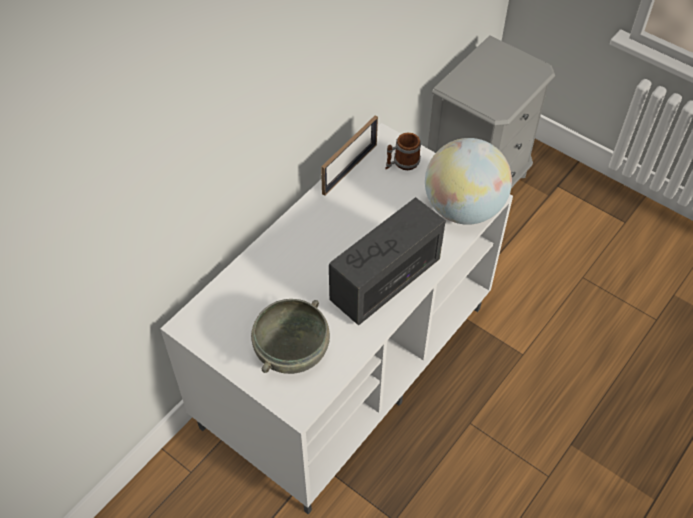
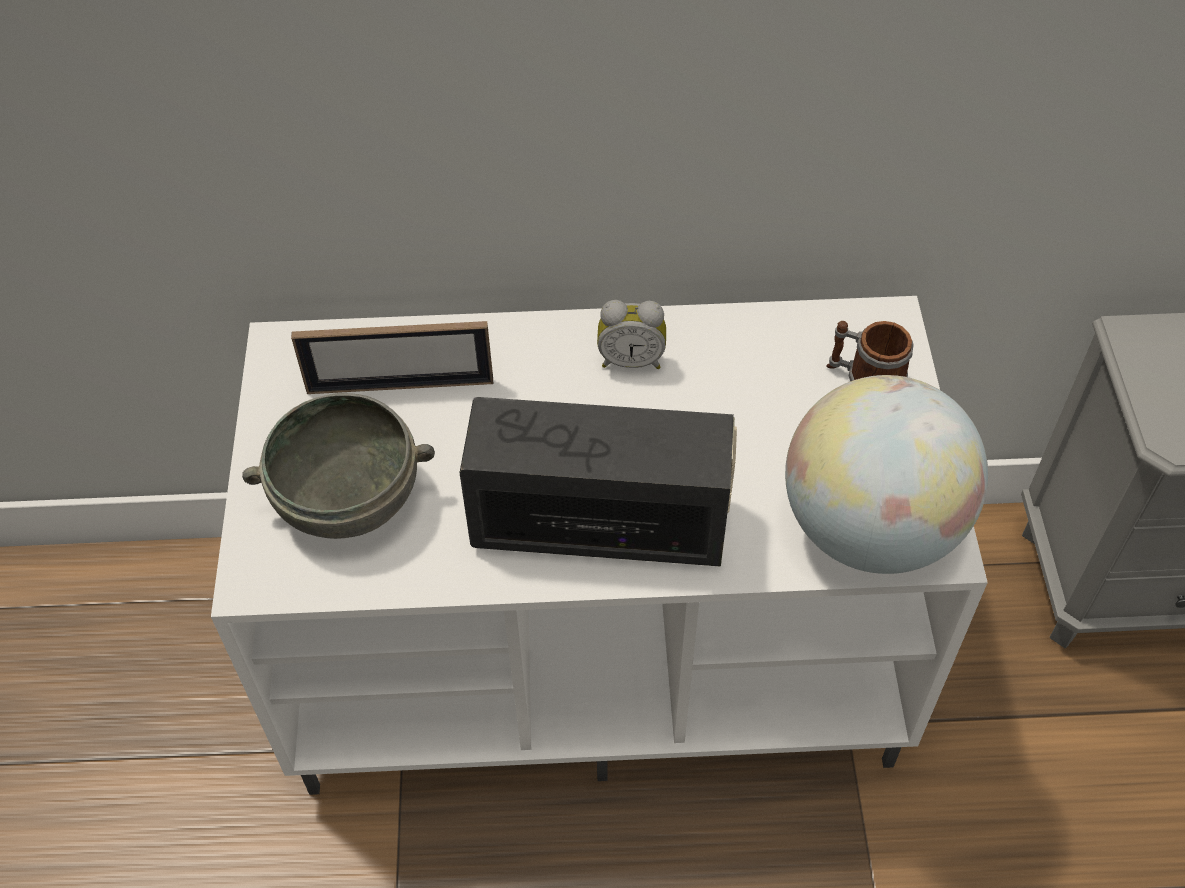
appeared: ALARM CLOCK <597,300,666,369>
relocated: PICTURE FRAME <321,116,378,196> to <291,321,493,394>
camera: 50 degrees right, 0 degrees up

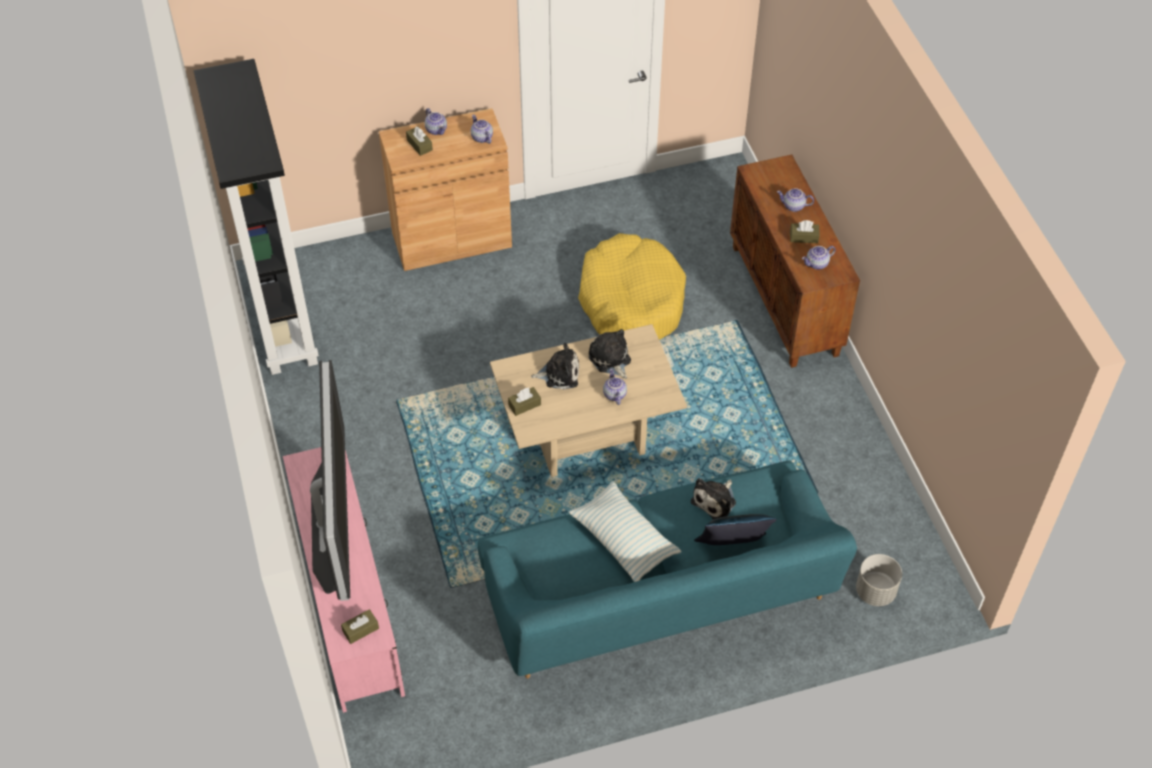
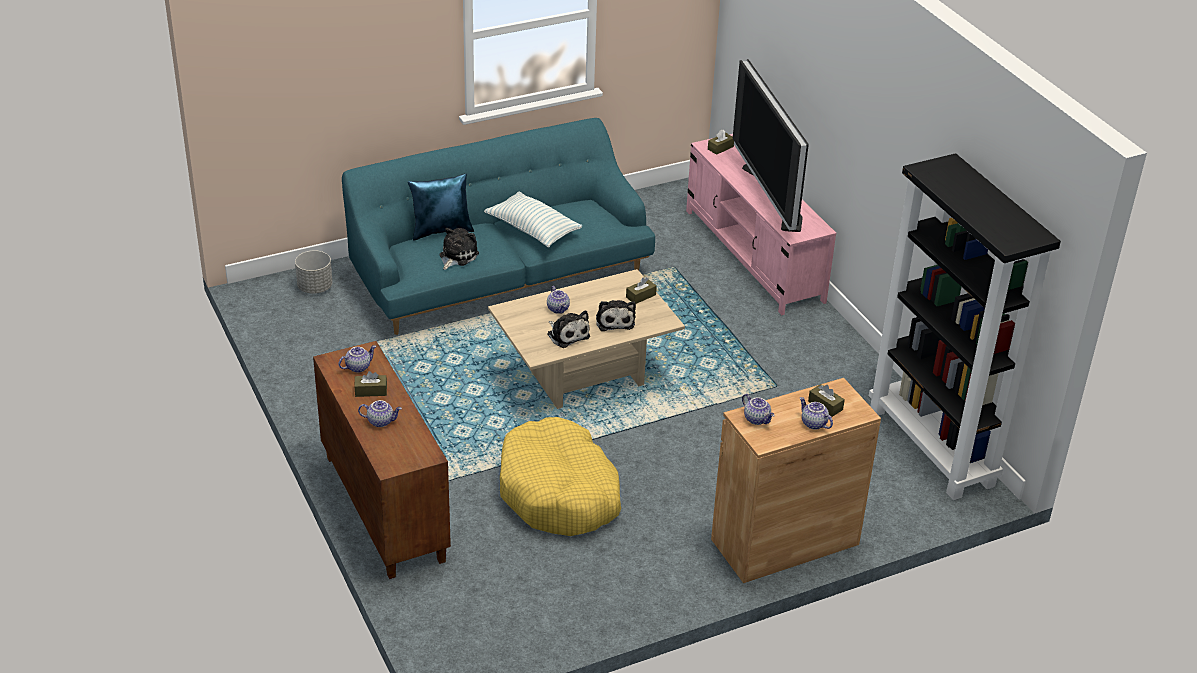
spun: PLUSH TOY <531,343,579,390> = <596,300,636,331> 90 degrees counterclockwise
camera: 170 degrees right, 15 degrees down

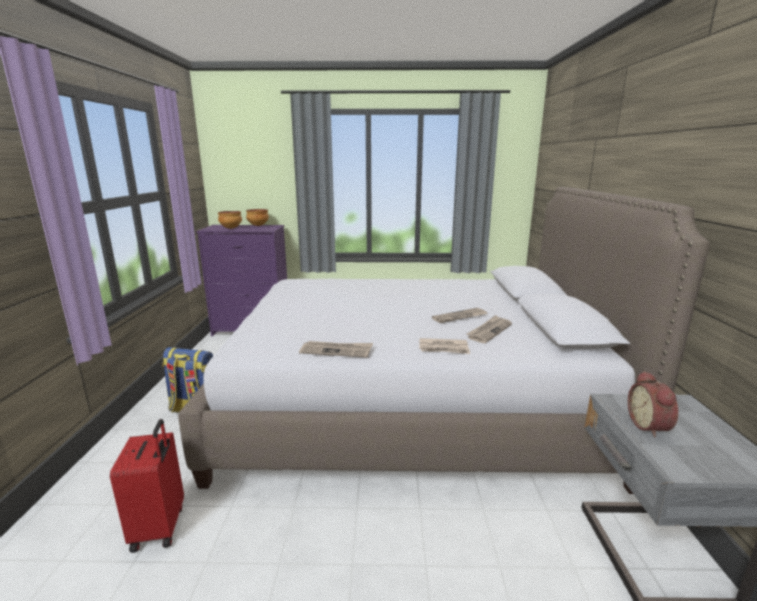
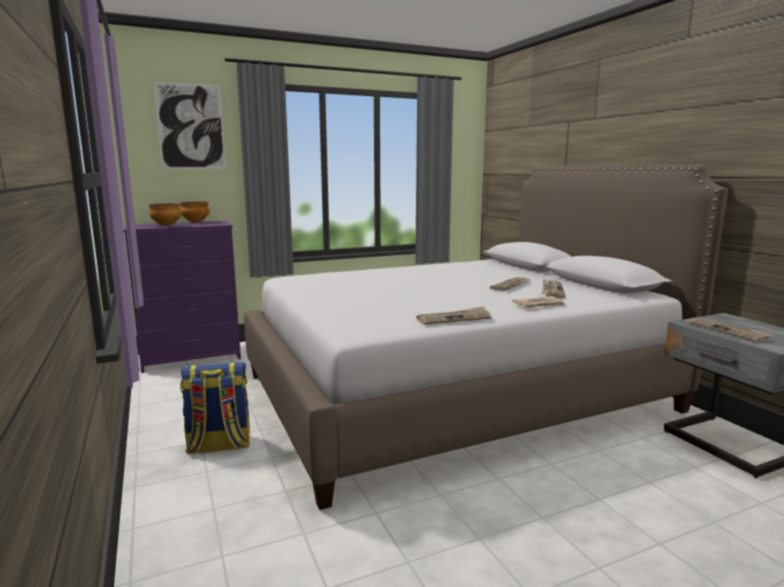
missing: RED SUITCASE <110,419,184,553>
appeared: PICTURE <153,81,226,169>
exchanged: ALARM CLOCK <628,371,678,438> to NEWSPAPER <689,318,774,342>
camera: 25 degrees left, 5 degrees down

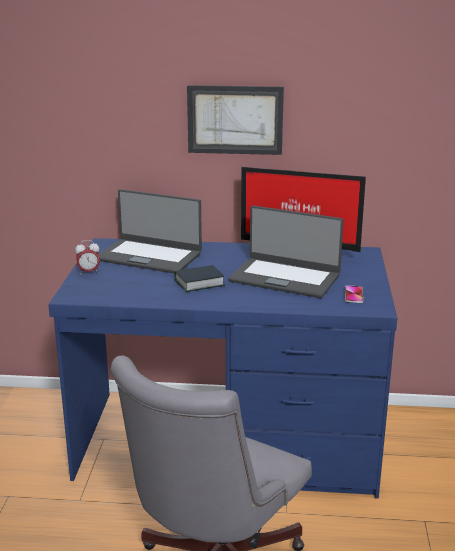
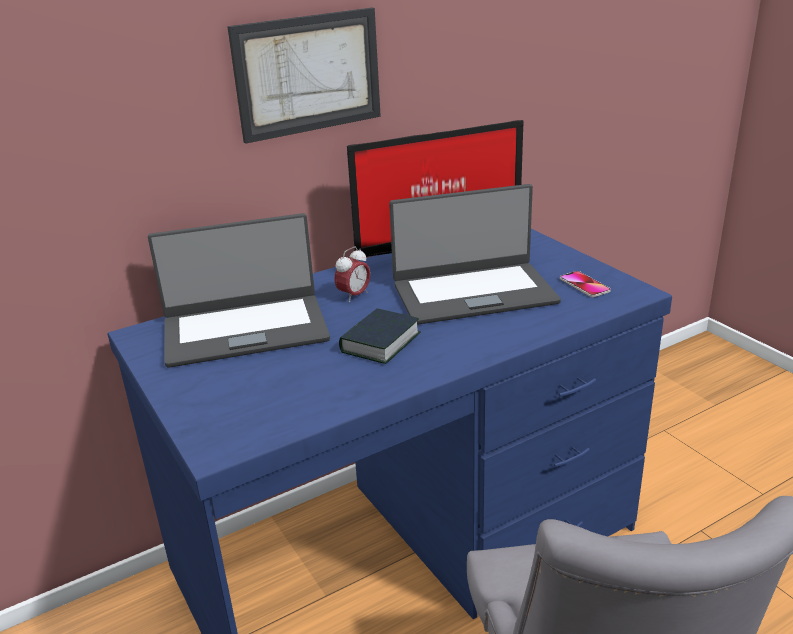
relocated: ALARM CLOCK <75,240,100,275> to <334,247,370,303>
camera: 35 degrees left, 5 degrees up

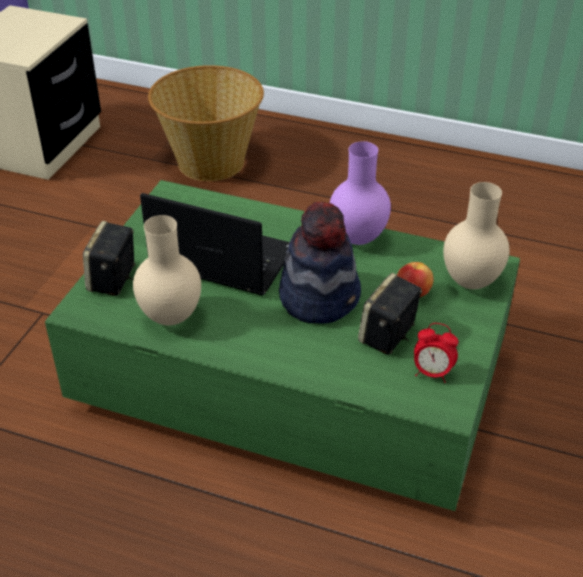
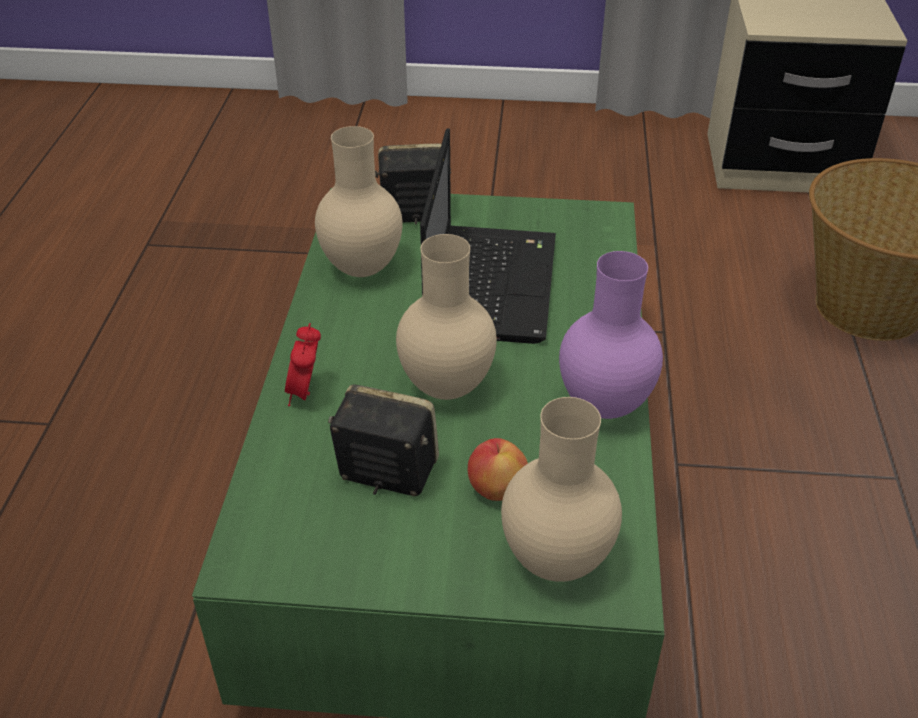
relocated: ALARM CLOCK <414,323,458,383> to <285,323,321,406>
exchanged: HAT <279,202,361,324> to BEIGE VASE <396,234,497,400>
camera: 75 degrees right, 0 degrees up

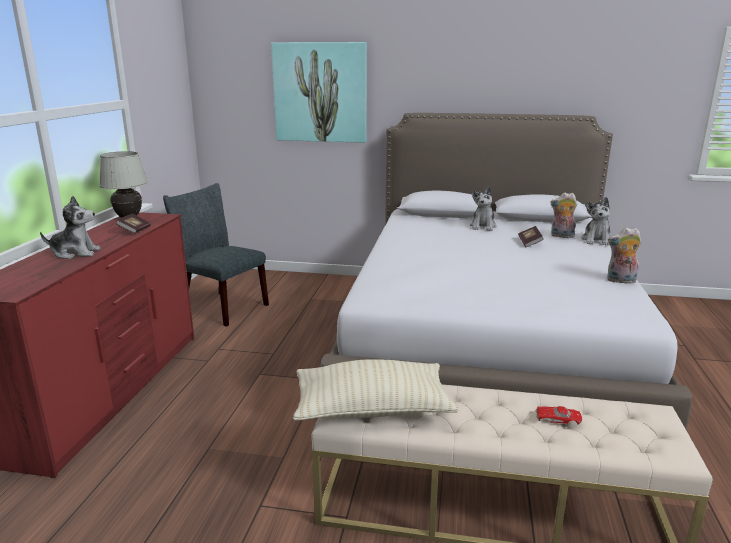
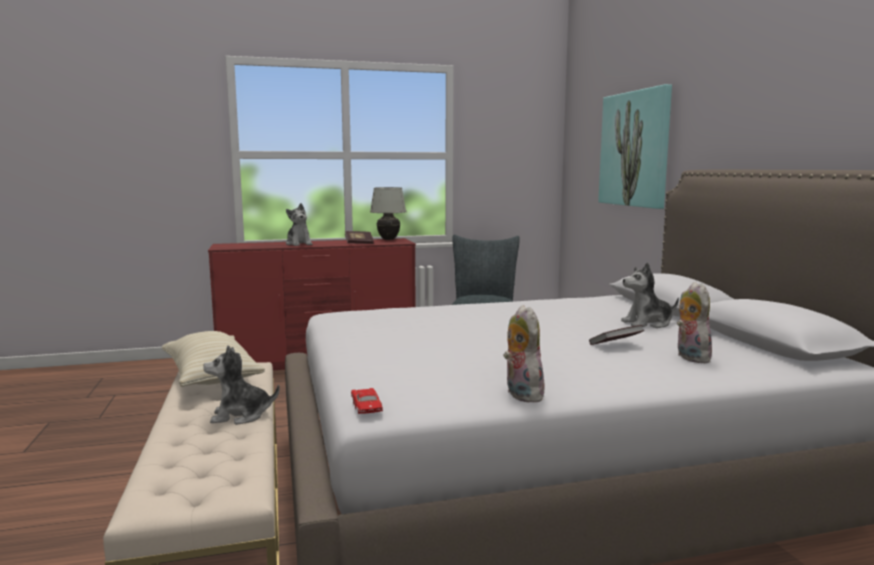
relocated: RED TOY CAR <536,406,582,425> to <351,388,383,414>; PLUSH TOY <582,197,610,246> to <203,345,280,425>
camera: 65 degrees right, 10 degrees down

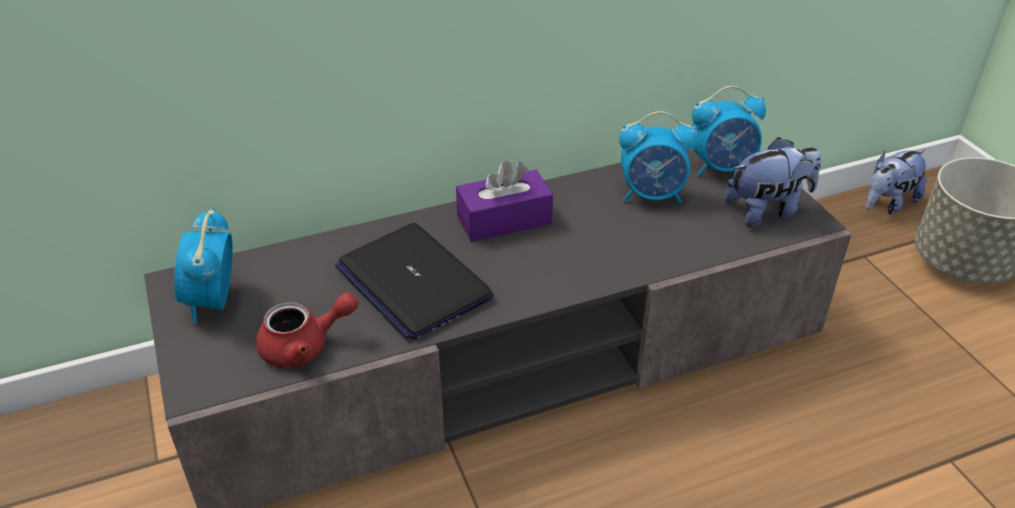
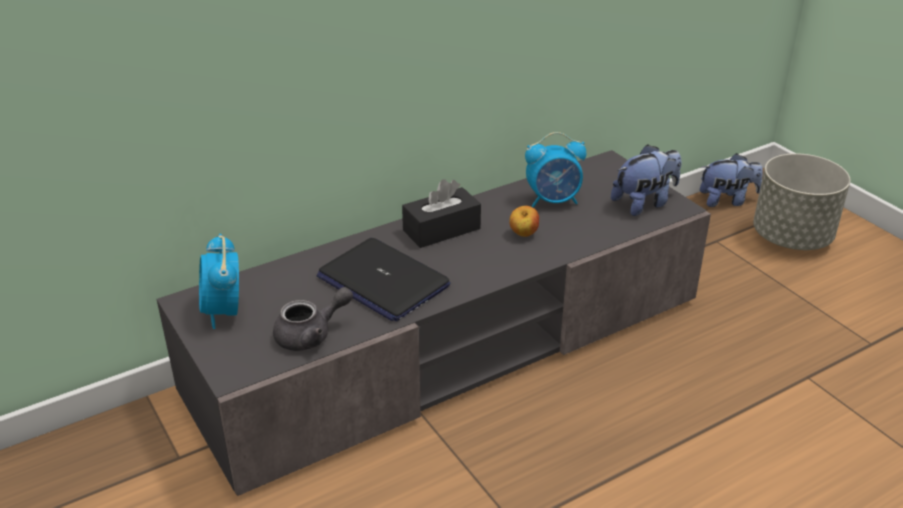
missing: ALARM CLOCK <692,86,766,177>
appeared: APPLE <509,206,539,237>
colour: RED TEAPOT <256,293,359,367> to GREY TEAPOT <273,287,353,351>; PURPLE TISSUE BOX <456,161,553,242> to BLACK TISSUE BOX <402,179,481,248>
spun: PLUSH TOY <866,150,927,215> = <700,153,763,207> 135 degrees counterclockwise
camera: 10 degrees left, 5 degrees down

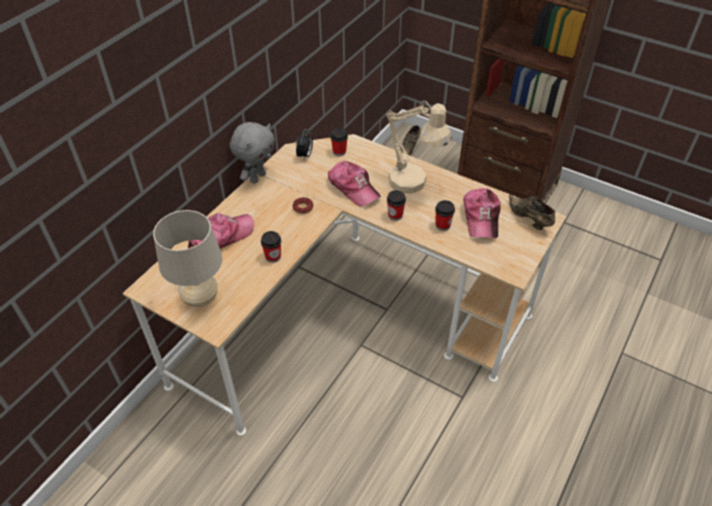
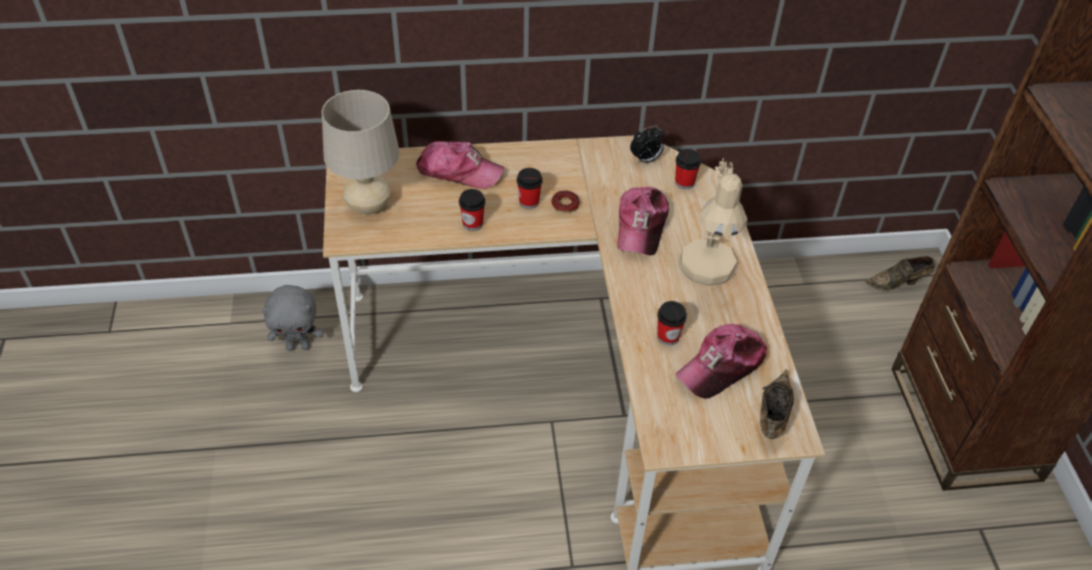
relocated: GREY PLUSH TOY <230,122,275,184> to <262,285,324,351>; CUP <387,190,406,221> to <517,168,543,209>
camera: 50 degrees right, 0 degrees up

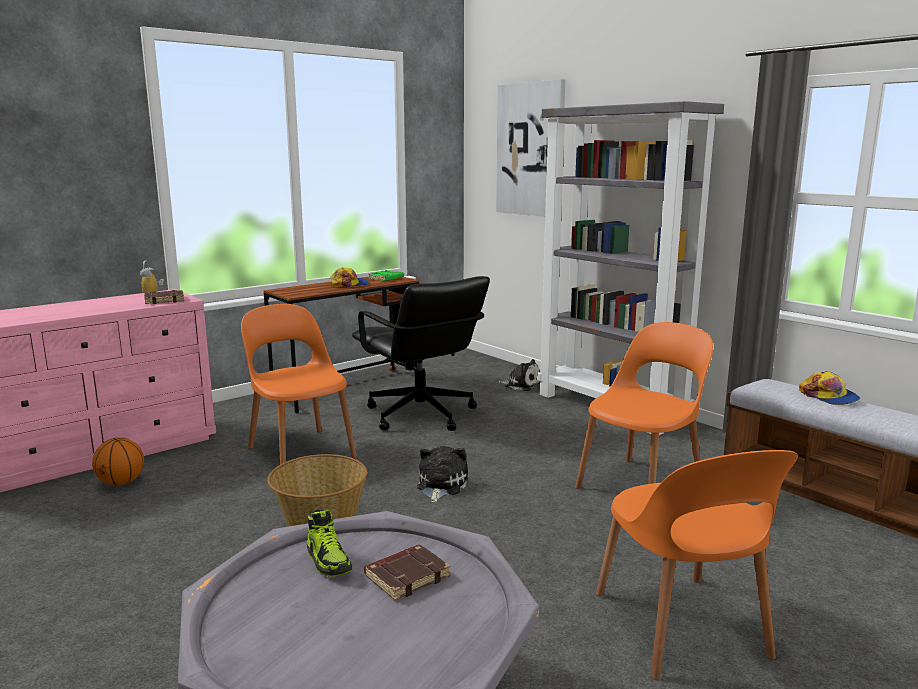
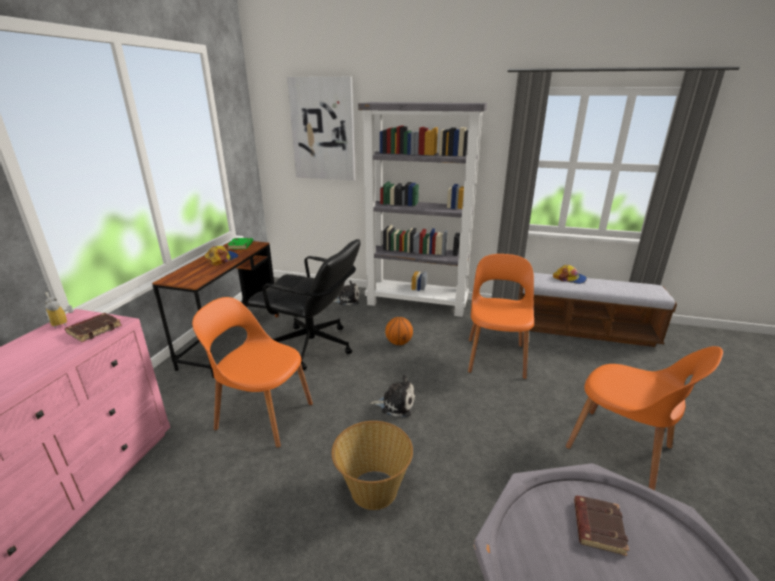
missing: SHOE <307,509,352,577>
relocated: BASKETBALL <92,437,144,486> to <385,317,413,345>
spun: PLUSH TOY <417,446,468,503> = <370,375,415,417> 120 degrees clockwise
camera: 35 degrees left, 10 degrees up

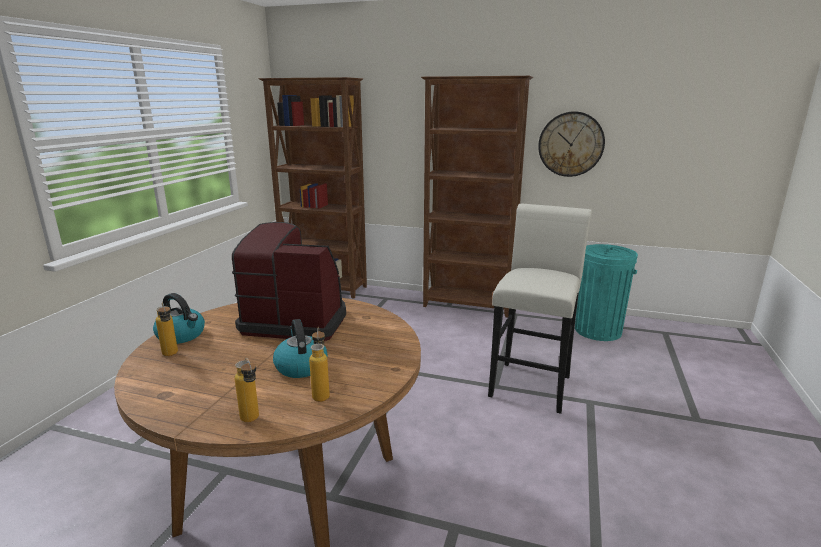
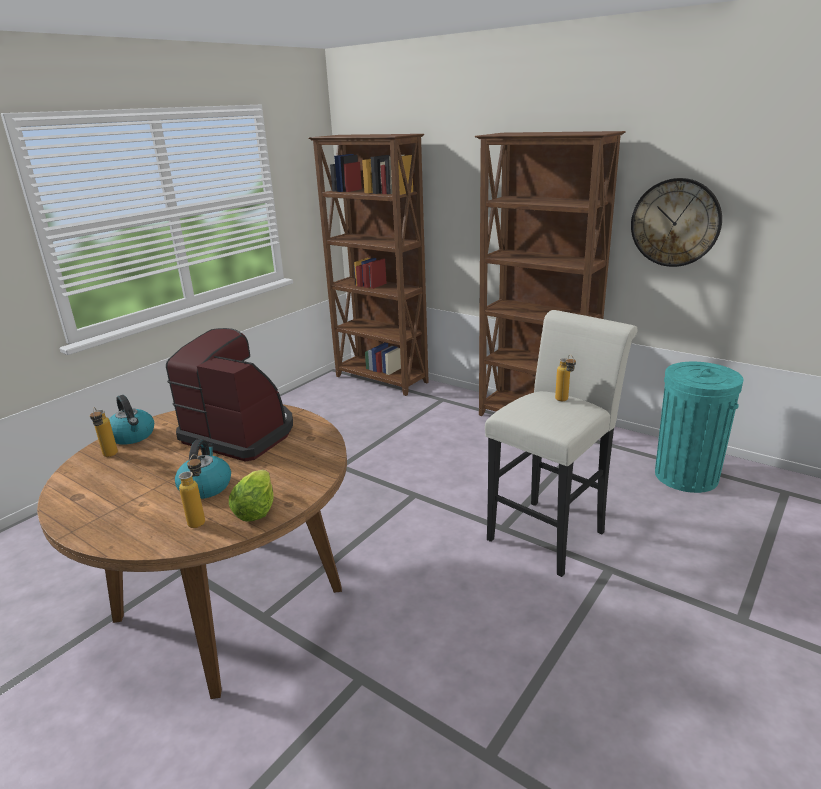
appeared: LETTUCE <229,470,274,522>
relocated: BOTTLE <235,358,259,422> to <555,355,576,401>
camera: 20 degrees right, 5 degrees up

